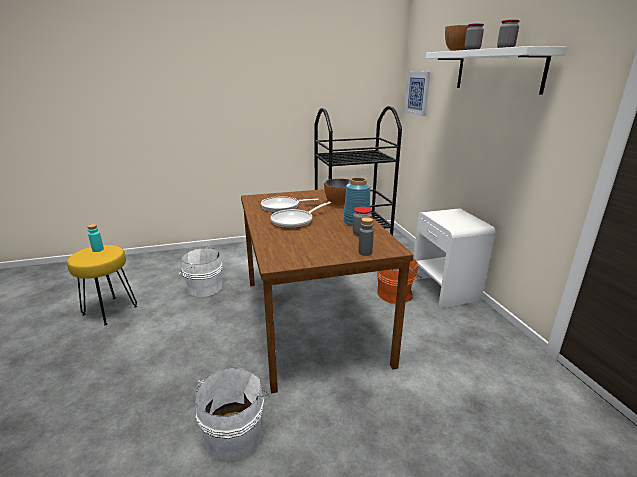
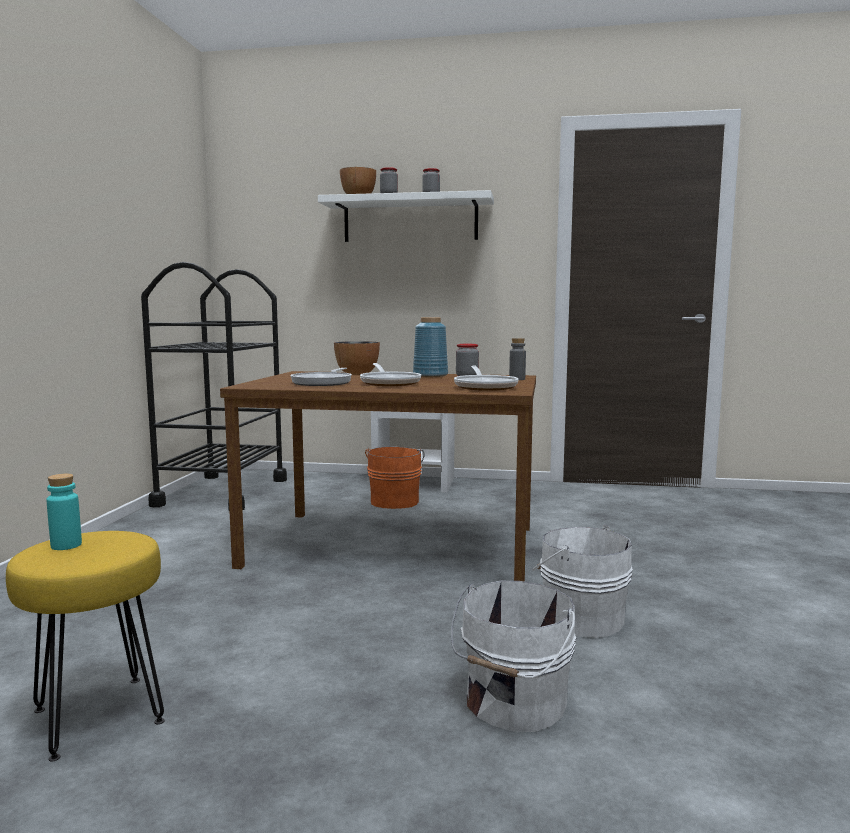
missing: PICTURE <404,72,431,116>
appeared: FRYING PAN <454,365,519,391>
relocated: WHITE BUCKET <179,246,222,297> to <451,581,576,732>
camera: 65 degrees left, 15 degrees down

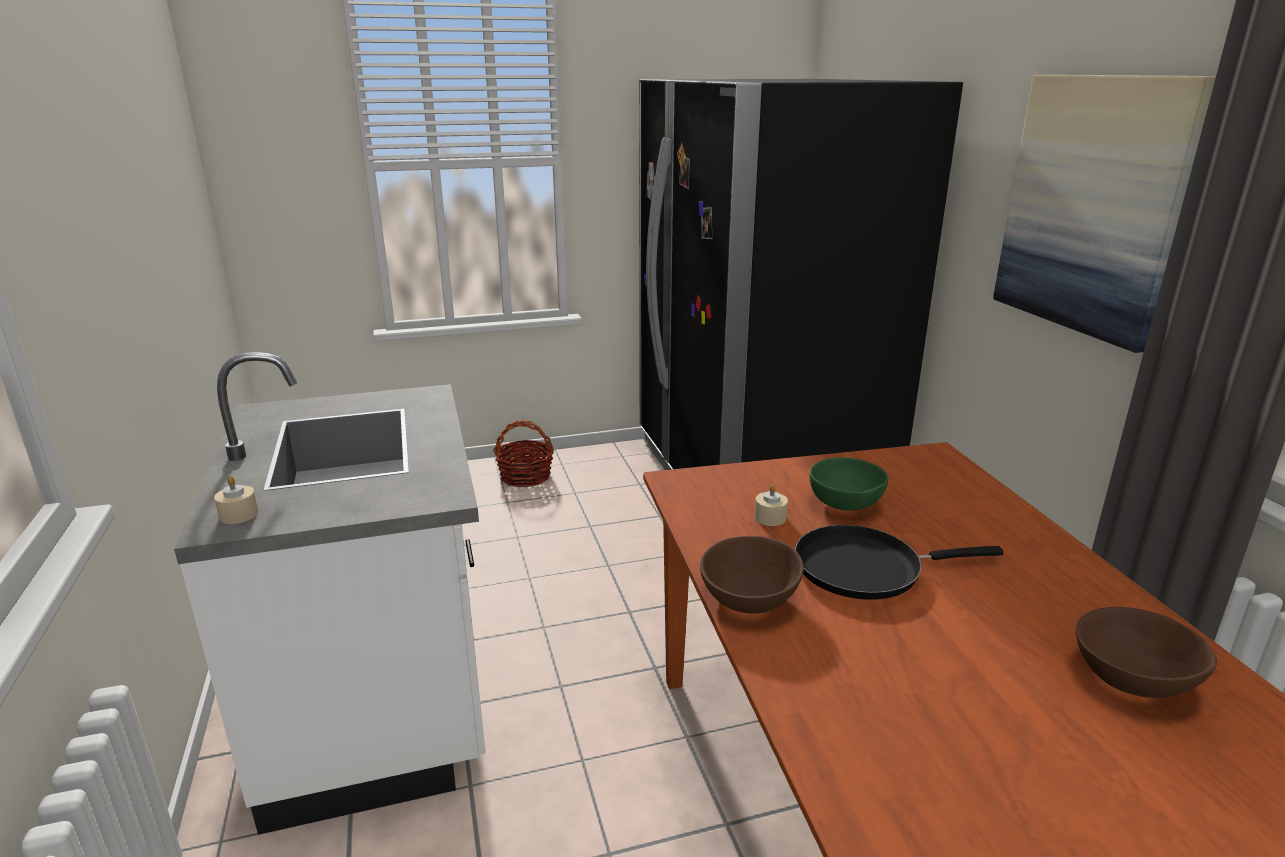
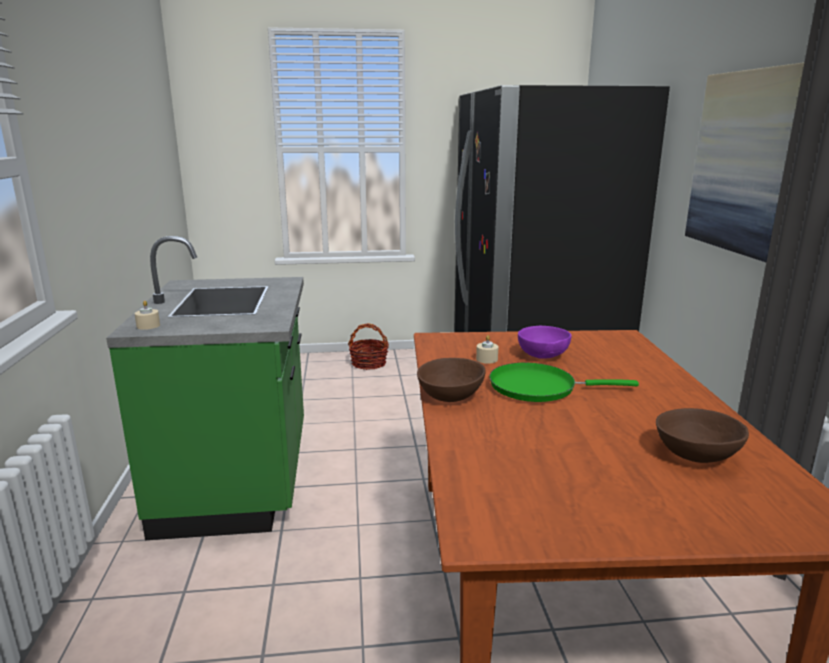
colour: WHITE COUNTER <174,352,485,835> to GREEN COUNTER <106,236,304,540>; BLACK FRYING PAN <795,525,1004,600> to GREEN FRYING PAN <490,363,639,402>; GREEN BOWL <810,457,888,511> to PURPLE BOWL <518,326,571,359>
camera: 10 degrees right, 5 degrees down

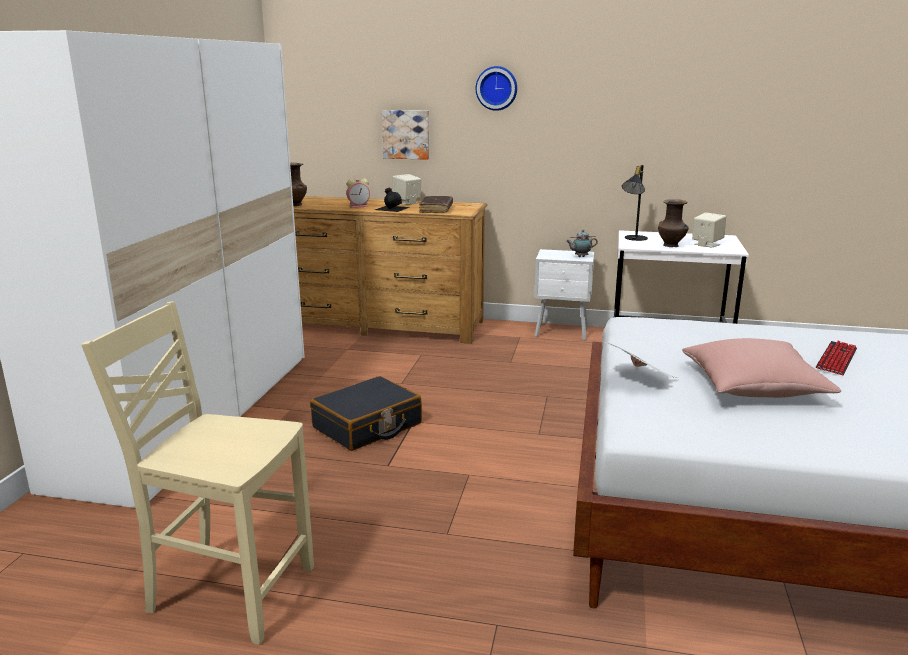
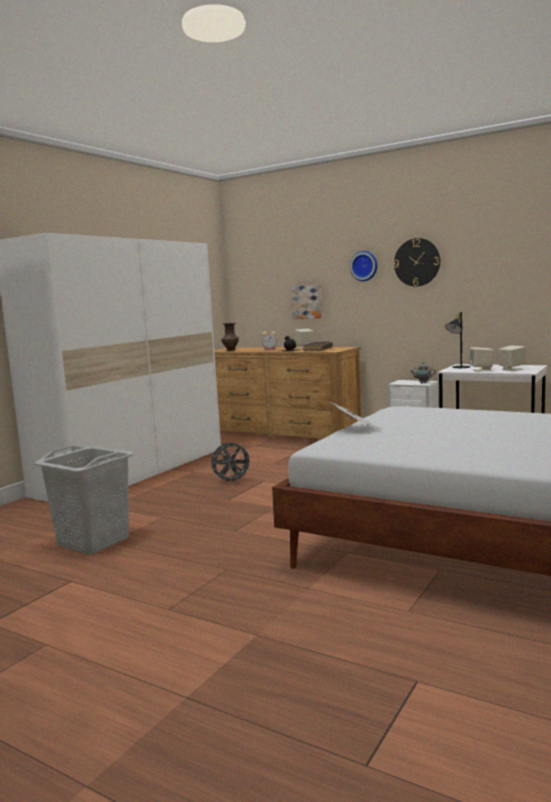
missing: PINK PILLOW <682,338,841,398>; KEYBOARD <816,341,857,375>
appeared: WALL CLOCK <394,238,440,287>
exchanged: BEIGE CHAIR <81,301,314,645> to GREY LAUNDRY BASKET <34,446,134,555>; BLACK SUITCASE <310,376,422,451> to GREY FAN <211,441,252,483>; BROWN VASE <658,199,689,247> to BEIGE SPEAKER <469,347,494,372>
camera: 20 degrees right, 10 degrees down

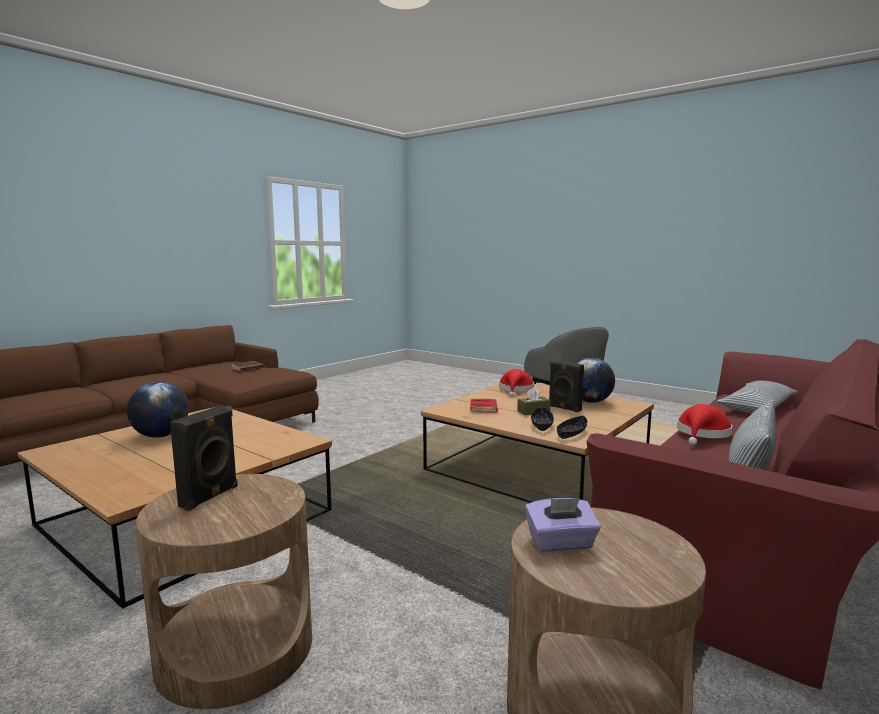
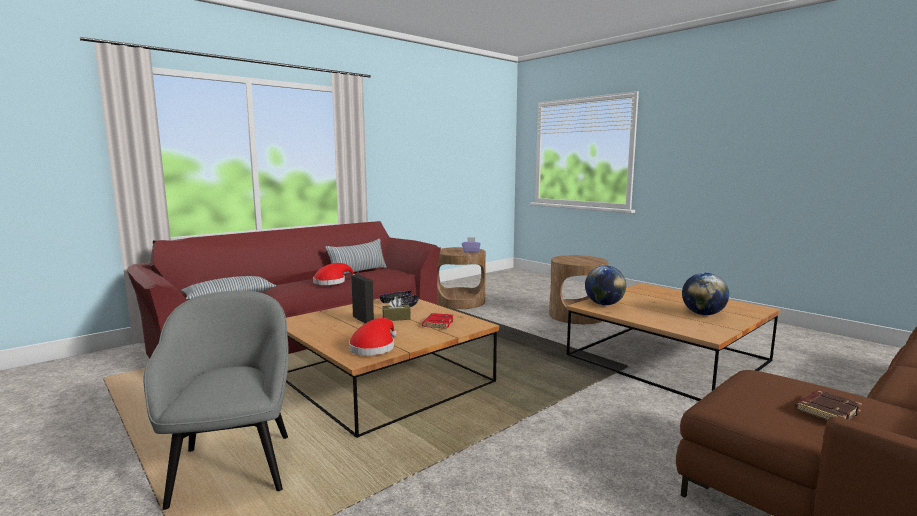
missing: BLACK SPEAKER <170,405,238,511>
relocated: GLOBE <577,358,615,403> to <585,265,626,305>
camera: 170 degrees left, 0 degrees up

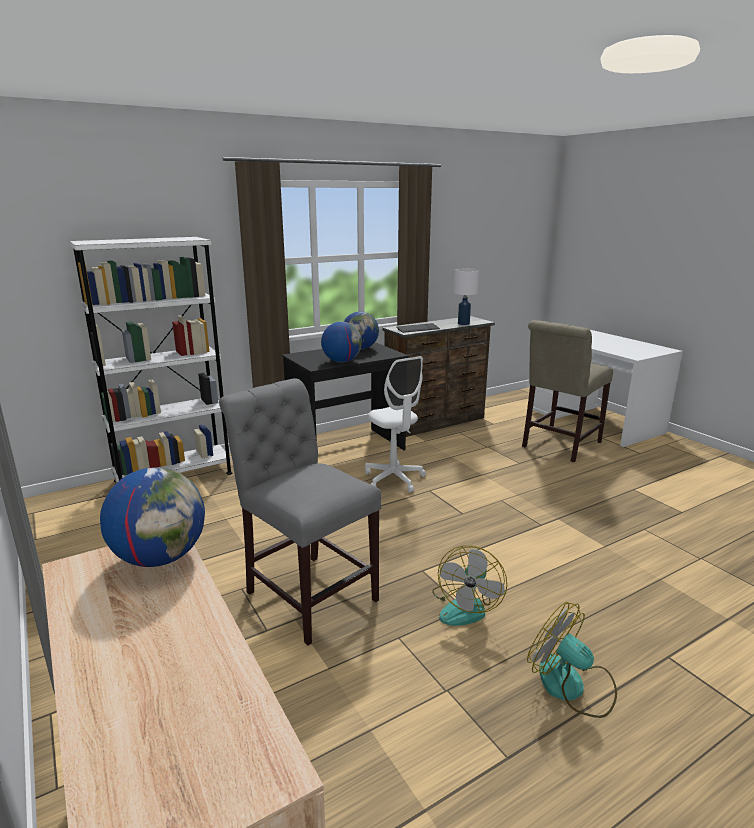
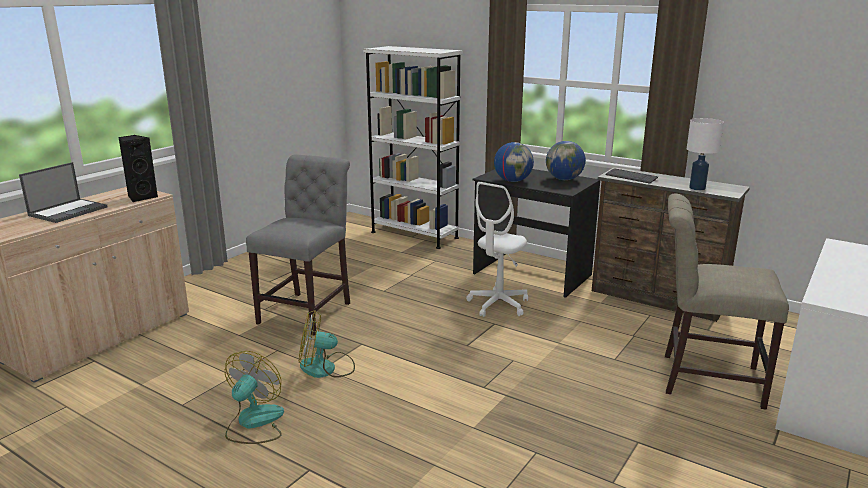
appeared: LAPTOP <19,162,108,223>
exchanged: GLOBE <100,467,205,567> to BLACK SPEAKER <118,135,158,202>
camera: 65 degrees right, 0 degrees up

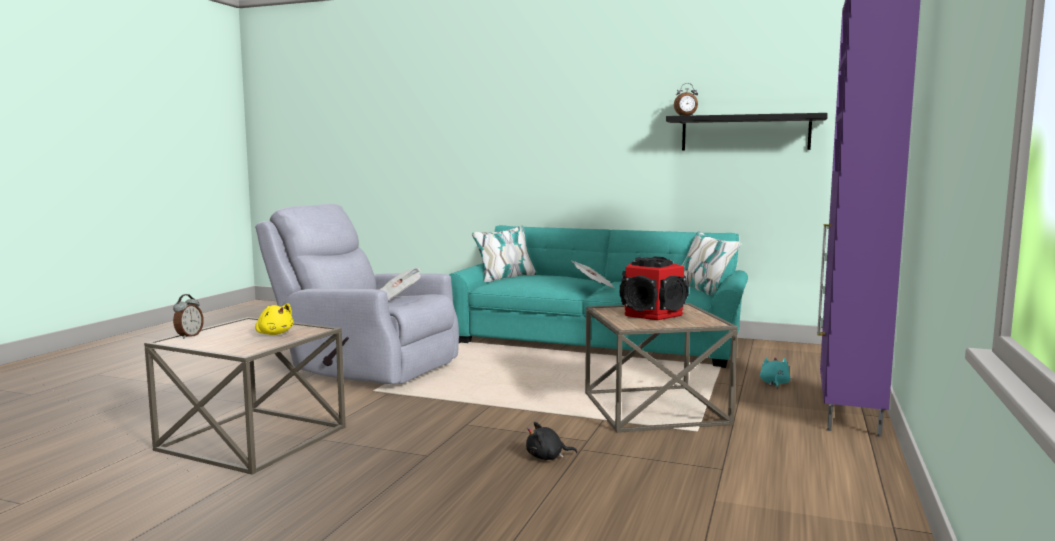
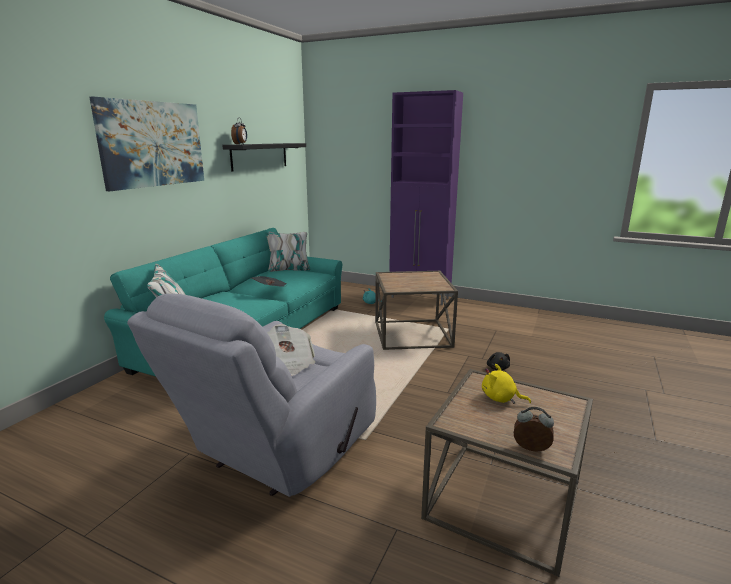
missing: SPEAKER <620,257,689,320>
appeared: PICTURE <90,97,204,191>
spun: YELLOW PLUSH TOY <255,303,294,335> = <482,364,531,404> 105 degrees counterclockwise
camera: 85 degrees left, 10 degrees up

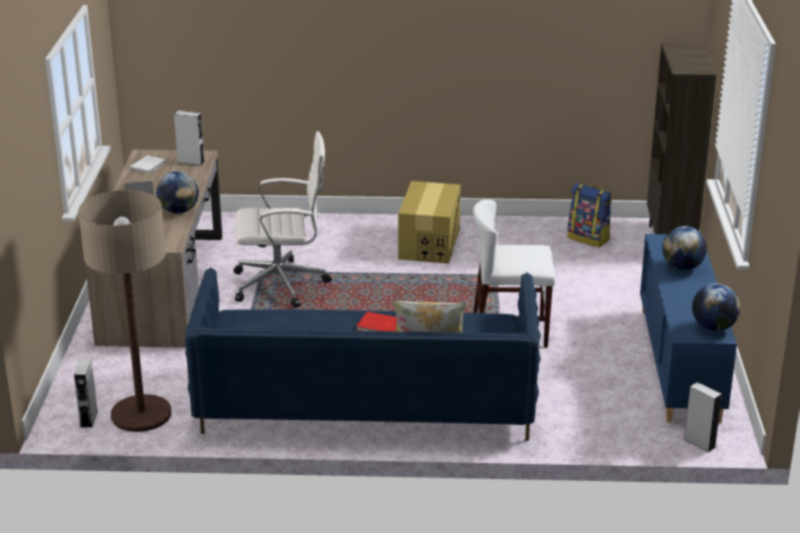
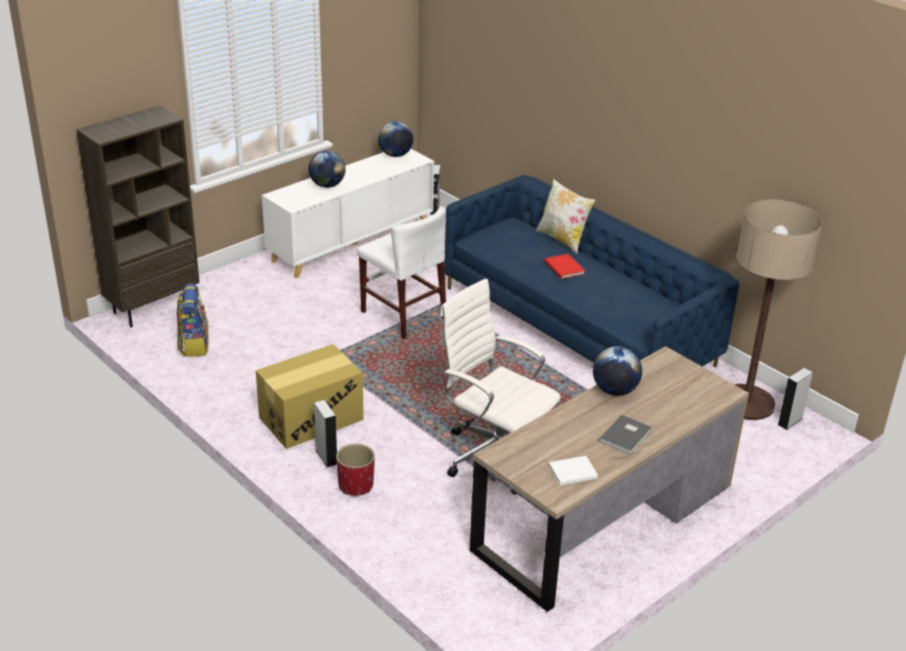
appeared: RED PLANTER <336,444,375,496>
relocated: GREY SPEAKER <174,111,204,166> to <314,400,337,467>
colour: BLUE CABINET <640,234,737,423> to WHITE CABINET <262,149,434,278>
camera: 135 degrees left, 5 degrees up

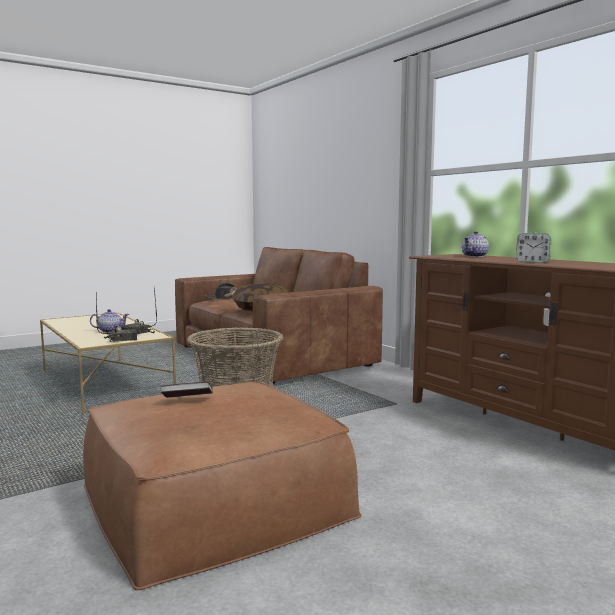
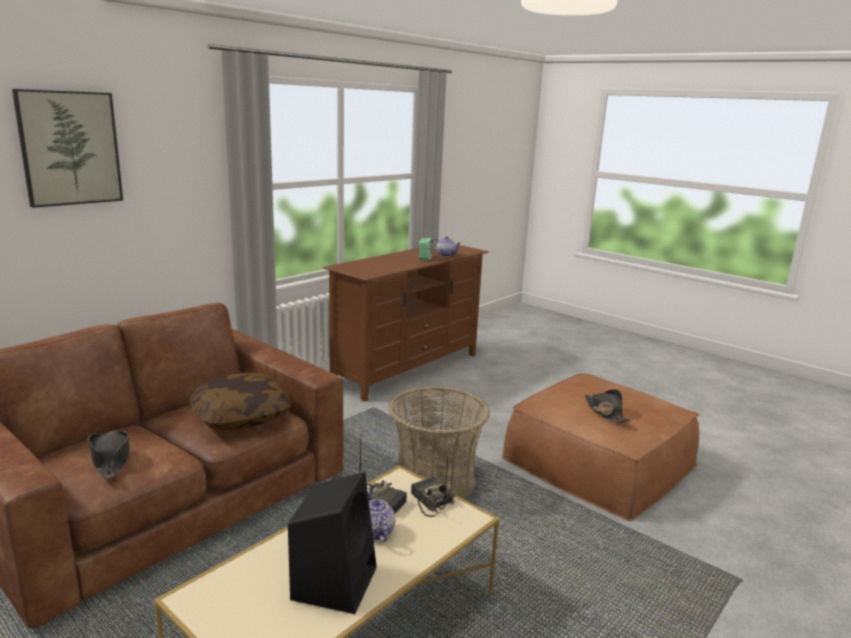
appeared: PICTURE <12,89,123,208>; BLACK SPEAKER <288,472,377,614>
relocated: TEAPOT <462,231,489,257> to <433,236,461,257>
exchanged: BOOK <160,382,213,398> to BLACK HAT <585,389,631,422>
camera: 105 degrees left, 10 degrees up

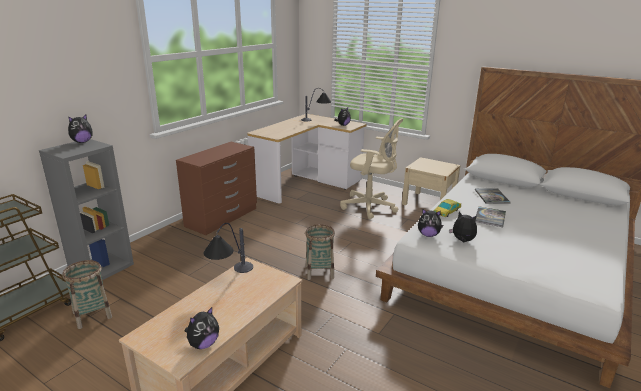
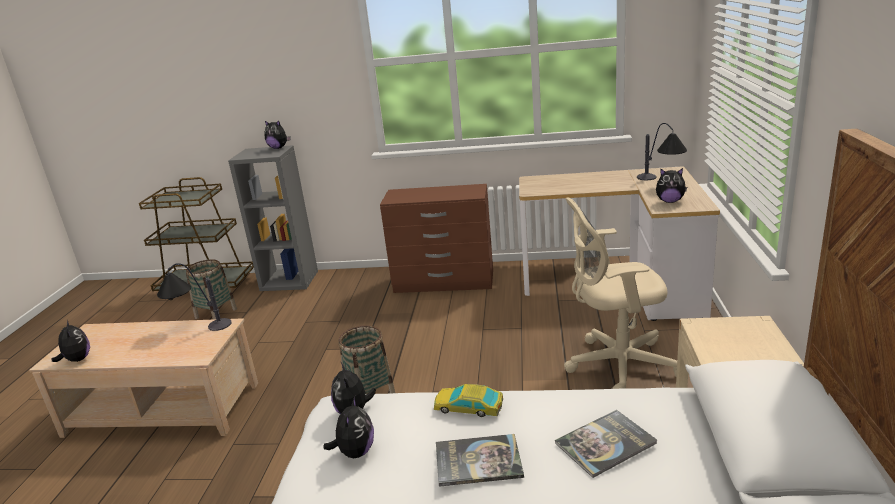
spun: PLUSH TOY <185,307,219,349> = <51,320,90,362> 135 degrees counterclockwise; BEIGE OFFICE CHAIR <340,118,403,219> = <564,197,677,389> 90 degrees clockwise
camera: 65 degrees right, 0 degrees up

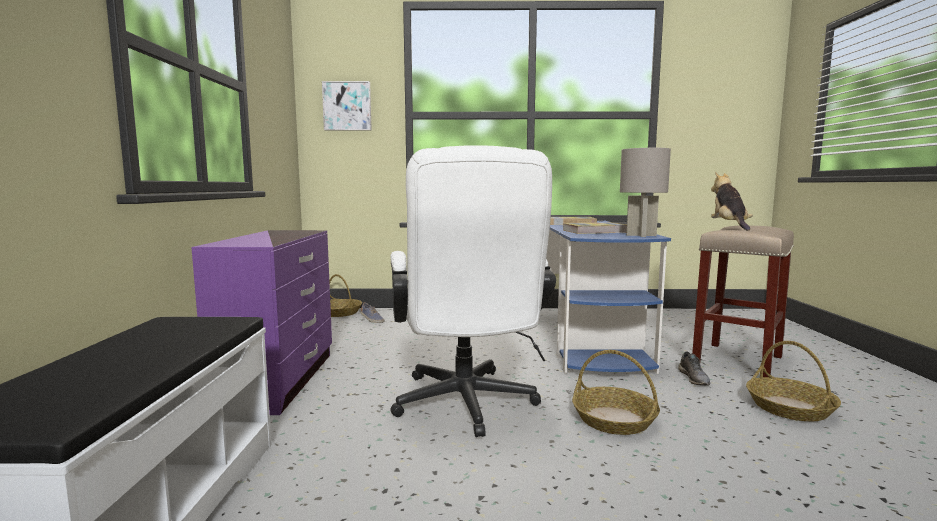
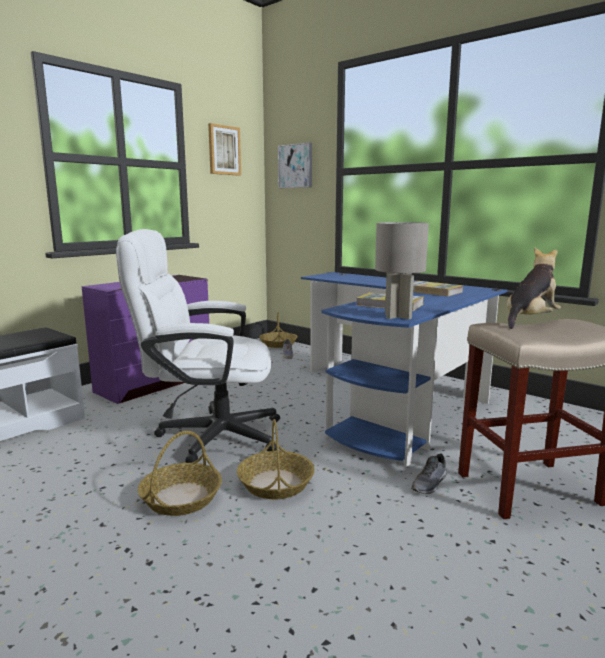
appeared: PICTURE <208,123,241,176>
relocated: BASKET <746,341,841,421> to <138,431,222,516>
spun: WHITE OFFICE CHAIR <390,145,556,437> = <116,229,280,463> 60 degrees clockwise
camera: 40 degrees right, 5 degrees up

